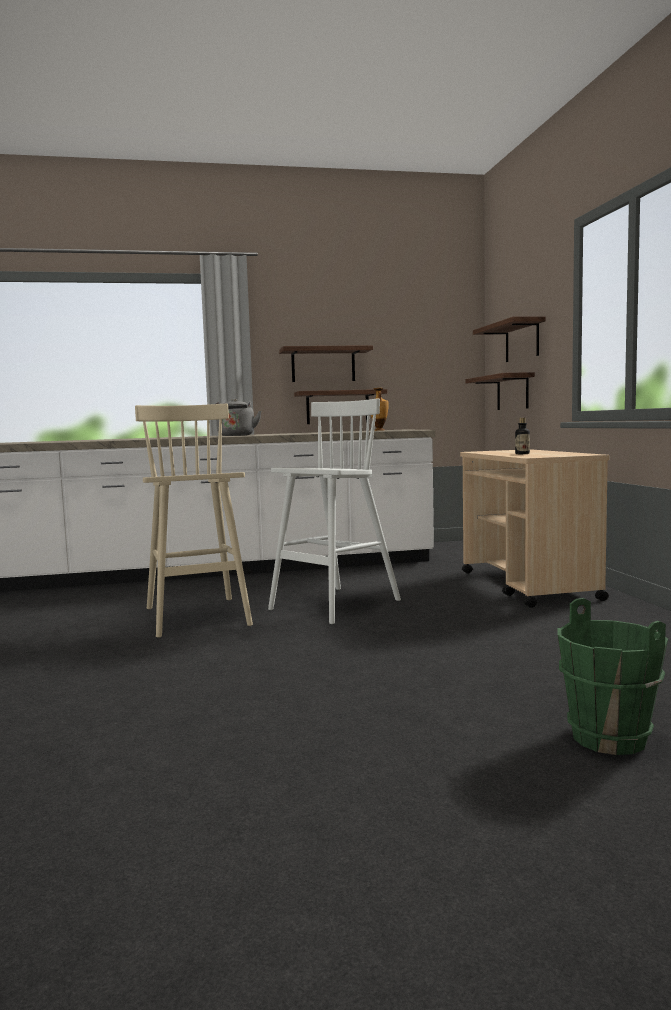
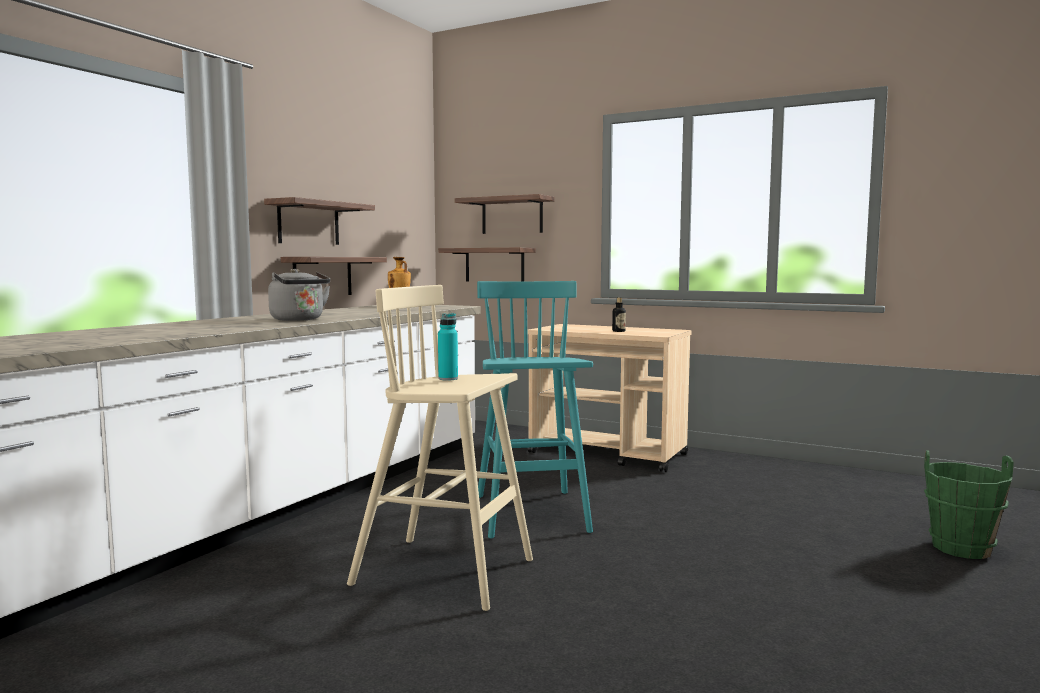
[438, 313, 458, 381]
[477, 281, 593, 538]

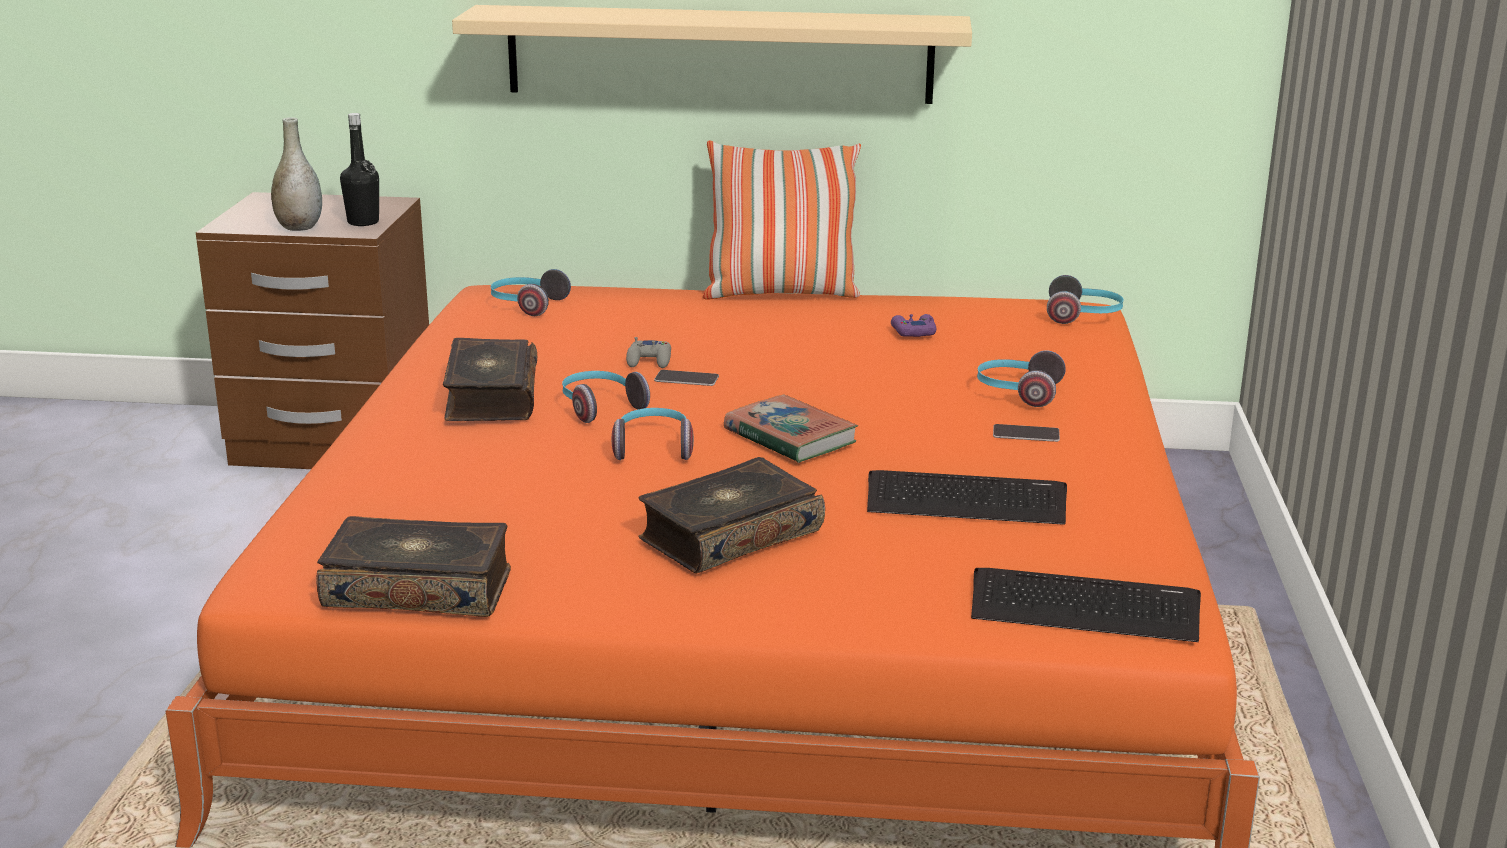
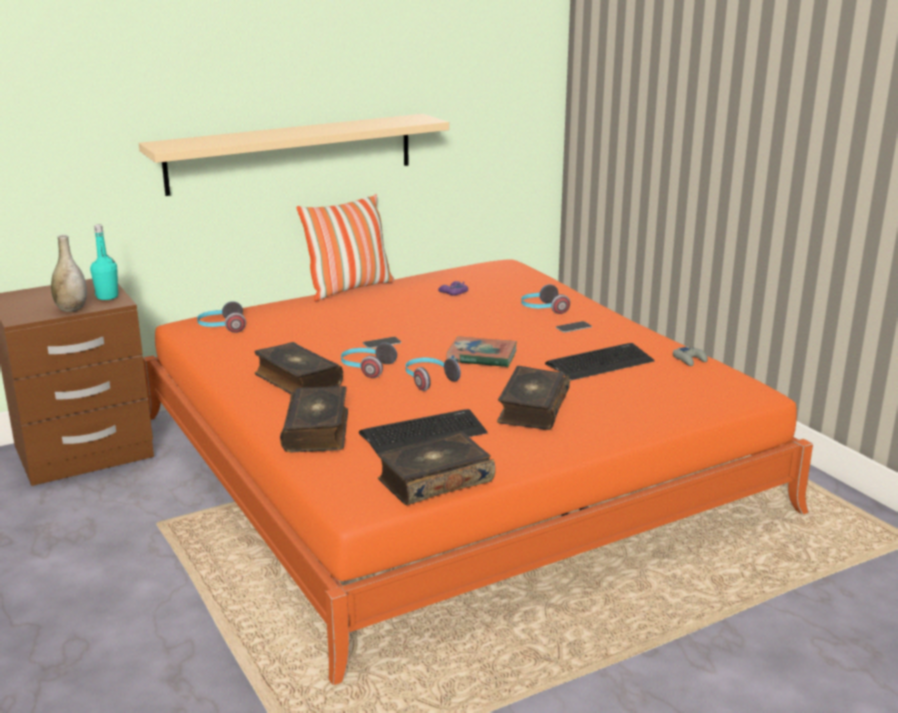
[90, 225, 118, 300]
[280, 386, 348, 452]
[359, 409, 488, 454]
[673, 346, 708, 366]
[1047, 275, 1124, 324] (first image)

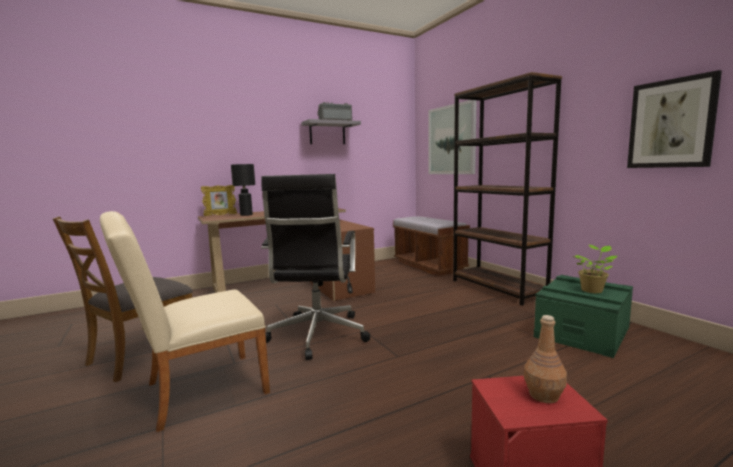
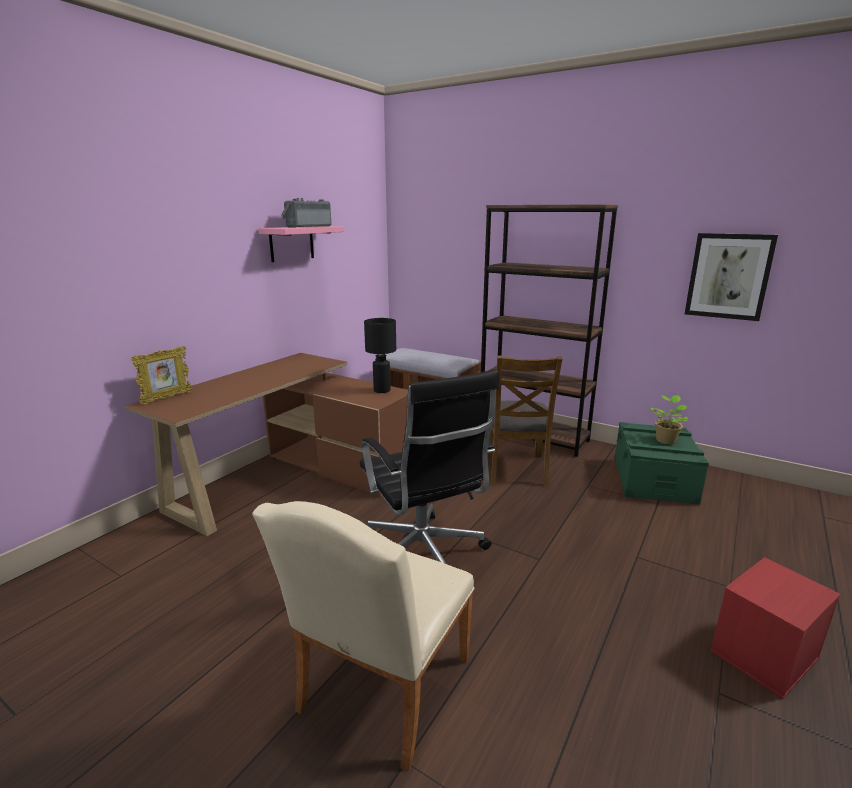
[258, 226, 344, 262]
[364, 318, 396, 393]
[487, 355, 562, 487]
[428, 100, 477, 174] (first image)
[524, 315, 567, 403] (first image)

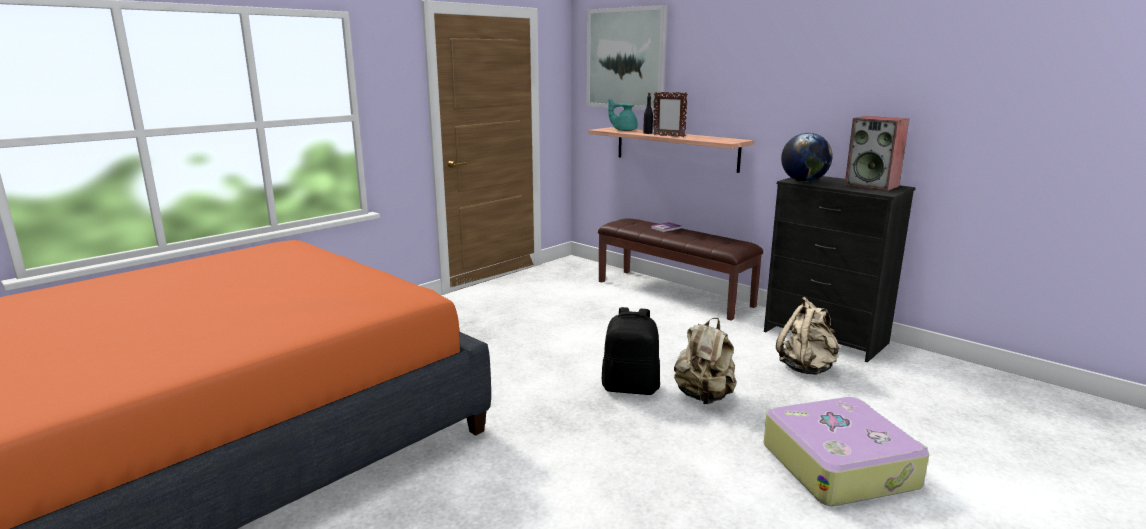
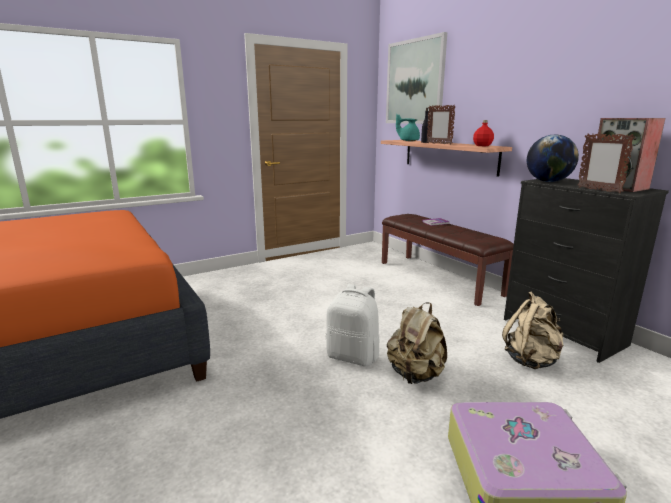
[326, 284, 379, 366]
[473, 120, 494, 146]
[578, 133, 635, 193]

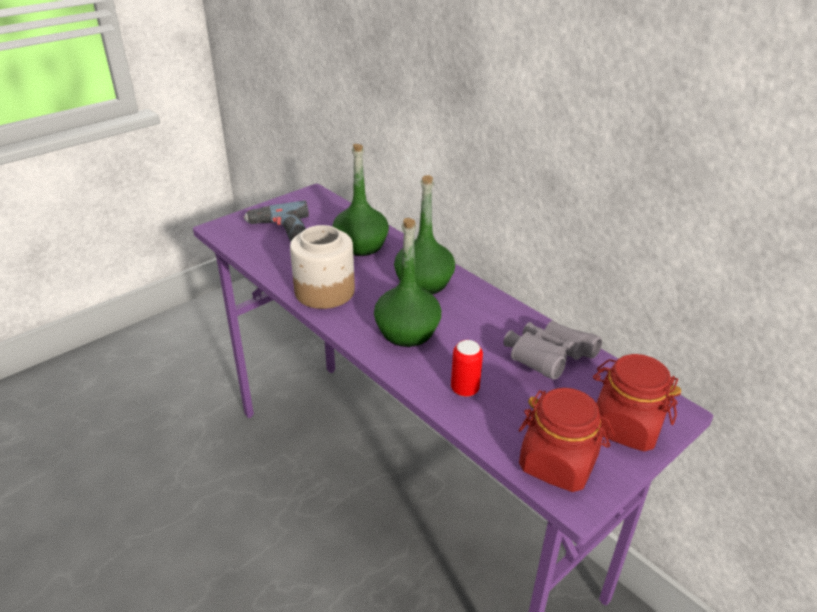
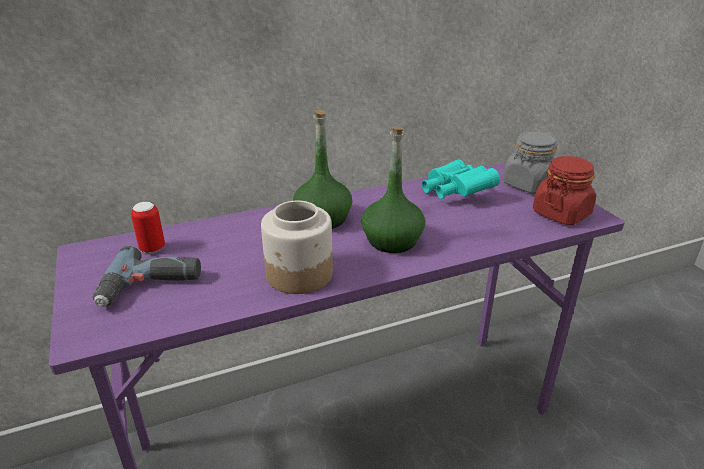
[131, 202, 165, 253]
[422, 160, 500, 199]
[503, 132, 557, 193]
[332, 144, 389, 256] (first image)

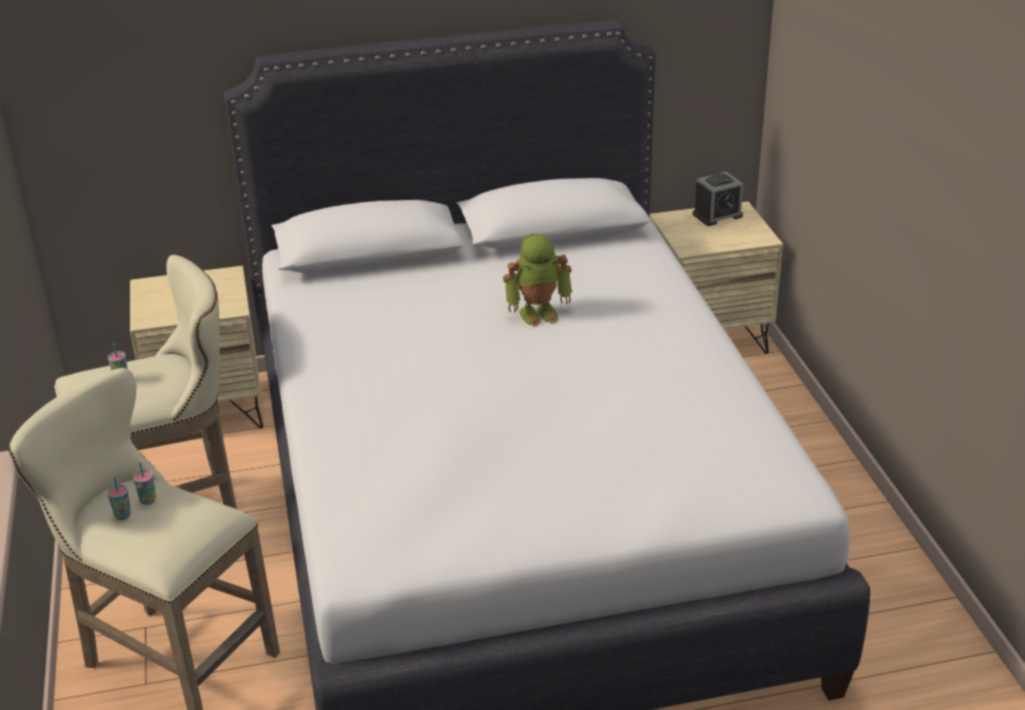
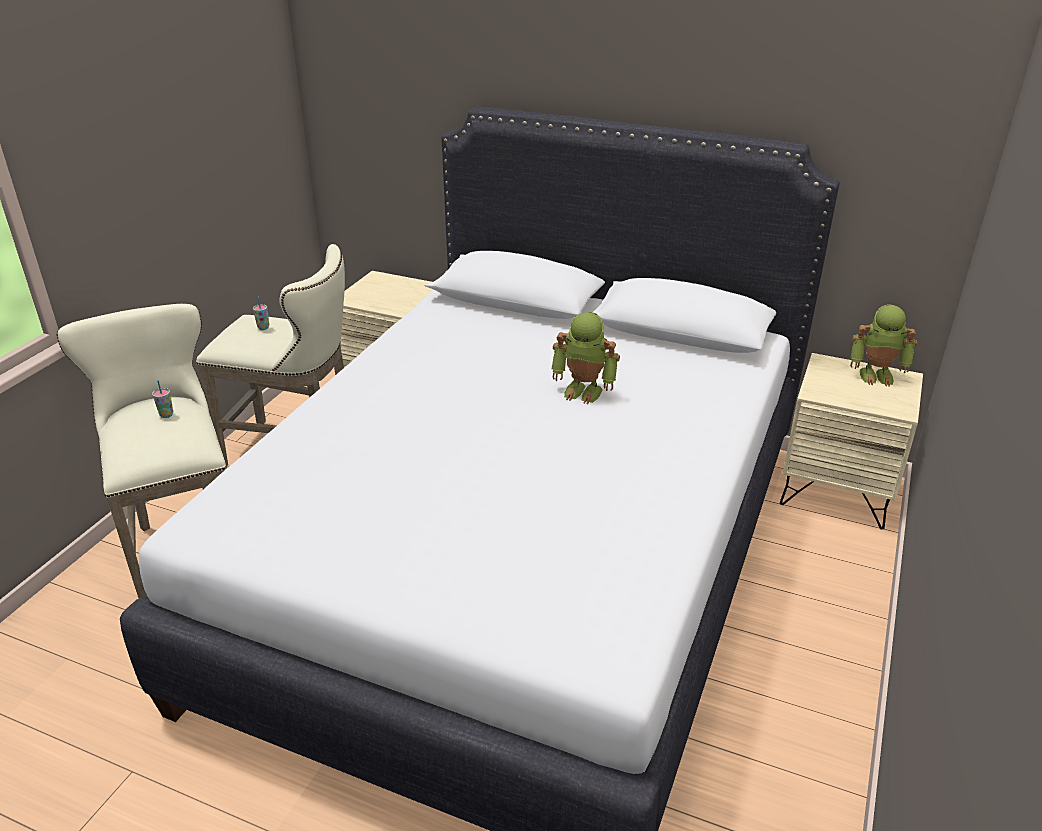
[850, 304, 917, 387]
[107, 477, 131, 520] (first image)

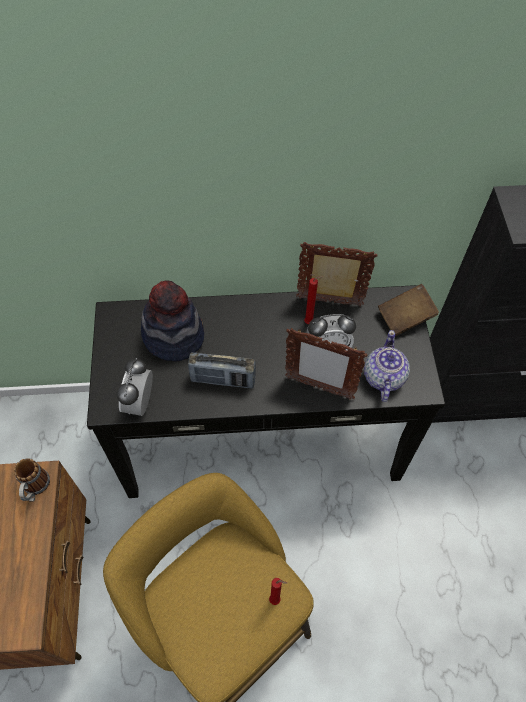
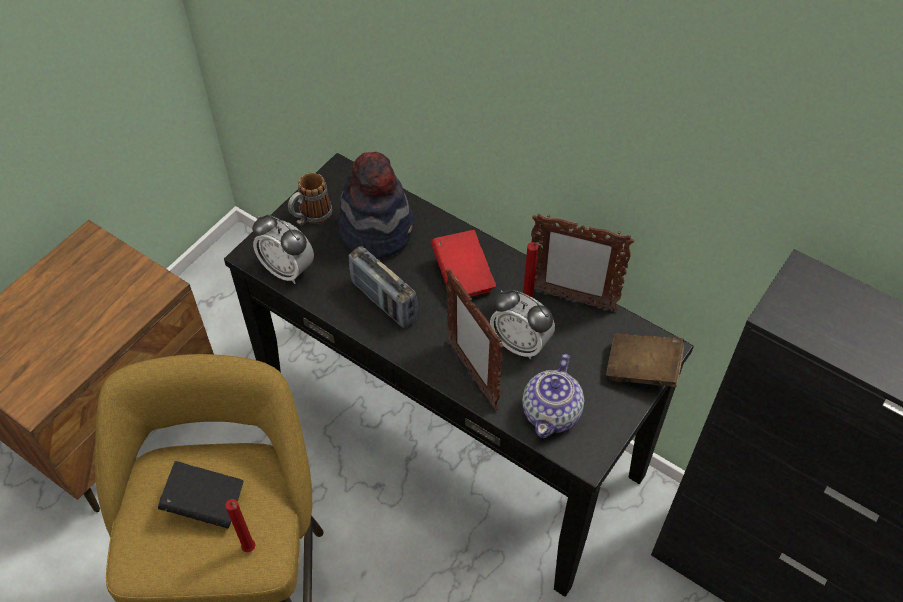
[158, 461, 244, 529]
[252, 215, 314, 284]
[288, 172, 332, 226]
[430, 230, 496, 297]
[522, 354, 584, 438]
[531, 214, 634, 311]

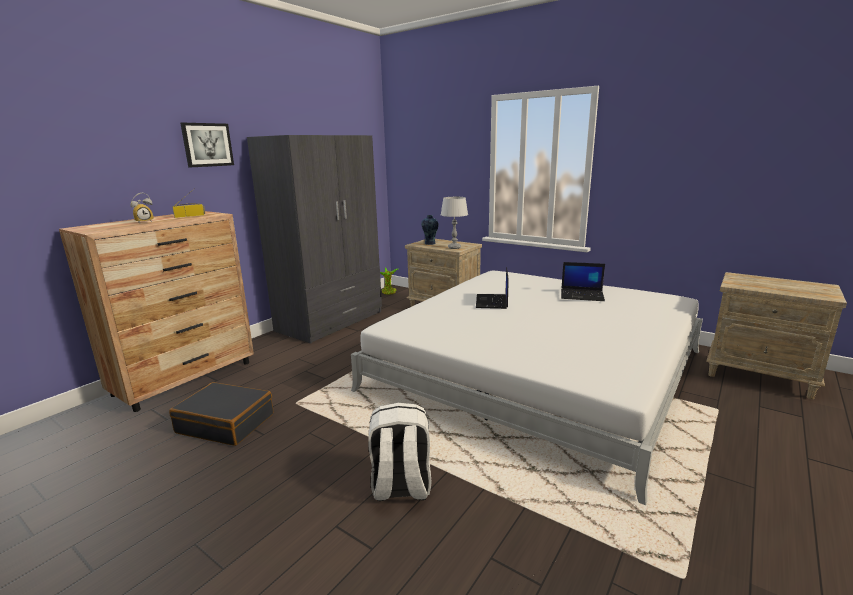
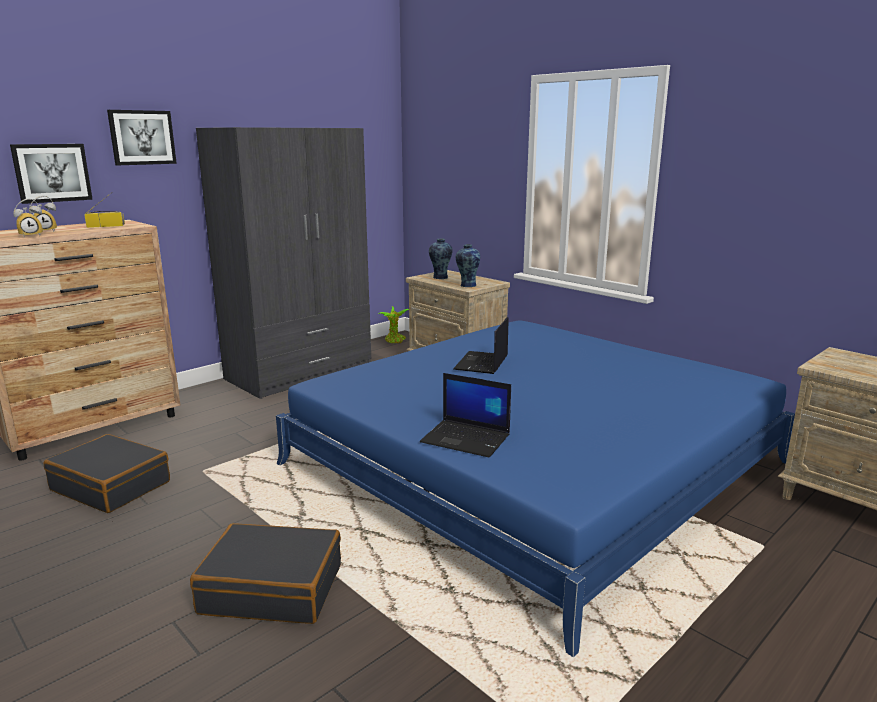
[10, 144, 93, 204]
[13, 198, 43, 238]
[190, 523, 341, 624]
[276, 320, 795, 657]
[420, 373, 511, 457]
[456, 244, 480, 287]

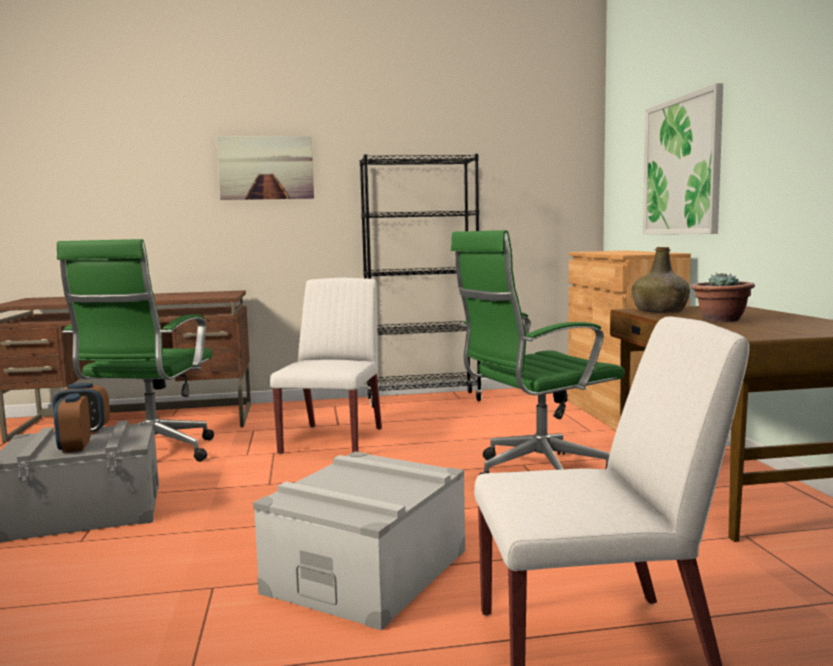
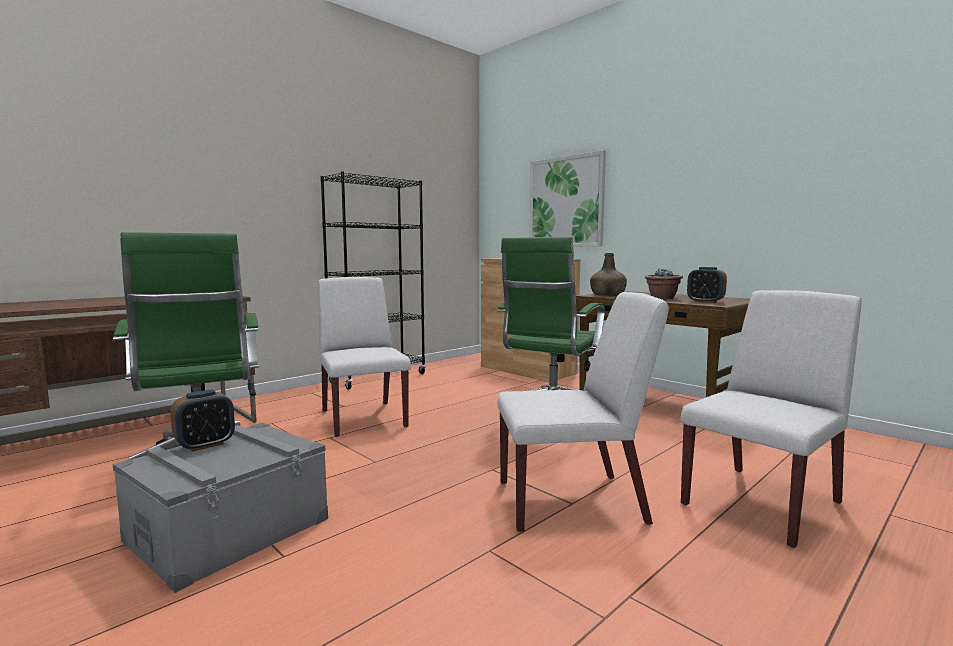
[497, 292, 669, 533]
[687, 267, 727, 303]
[217, 136, 314, 200] (first image)

